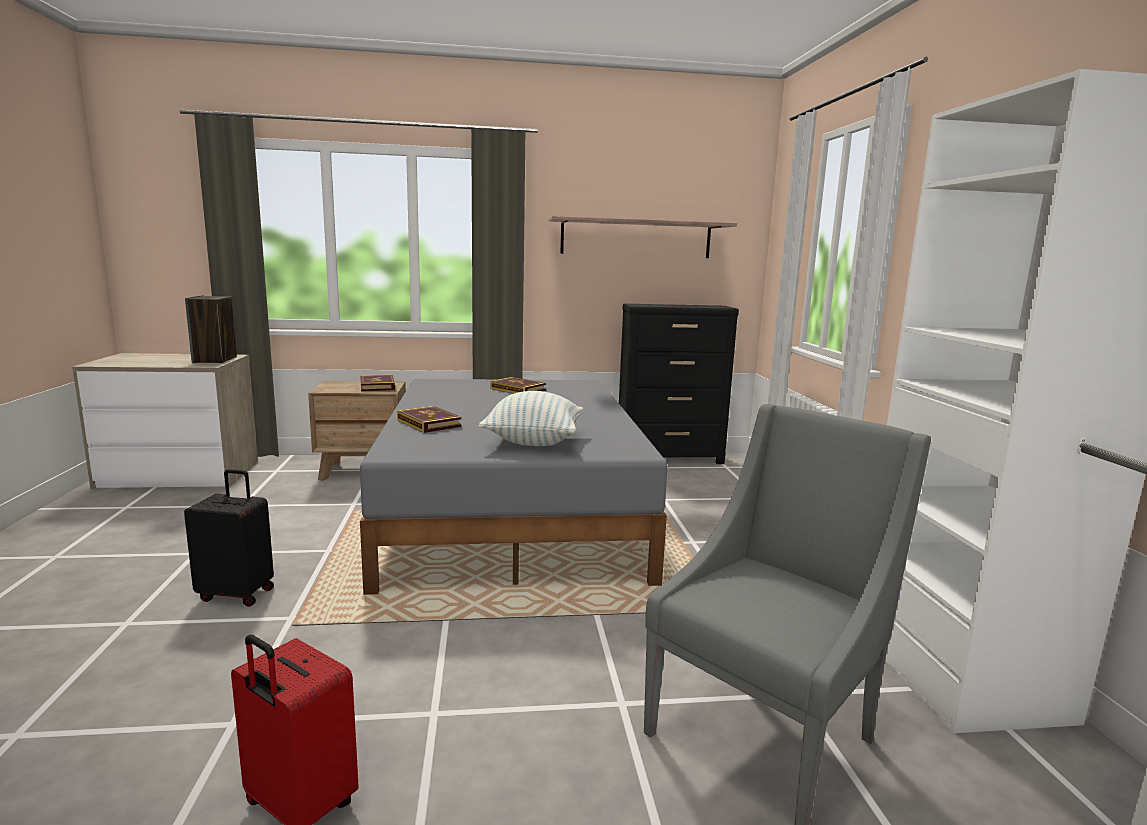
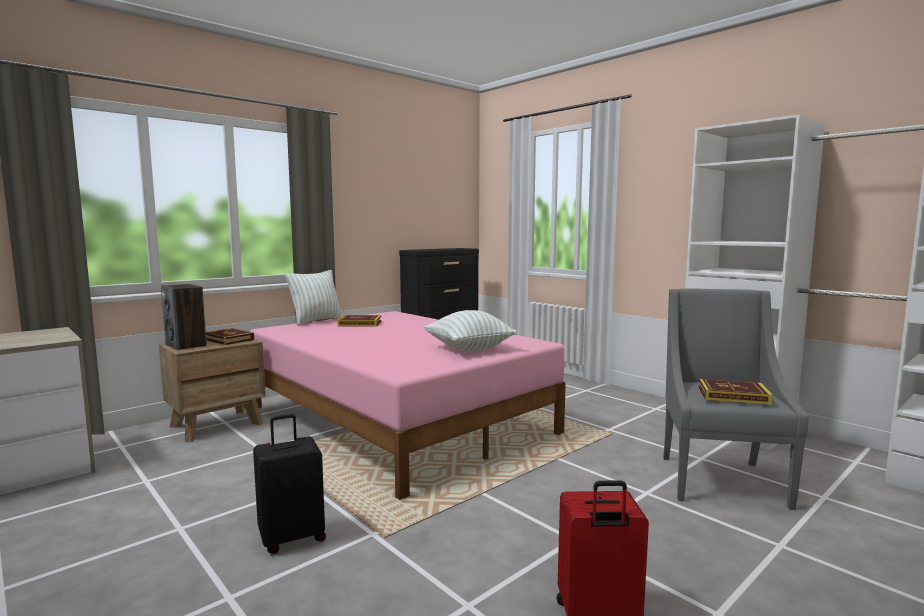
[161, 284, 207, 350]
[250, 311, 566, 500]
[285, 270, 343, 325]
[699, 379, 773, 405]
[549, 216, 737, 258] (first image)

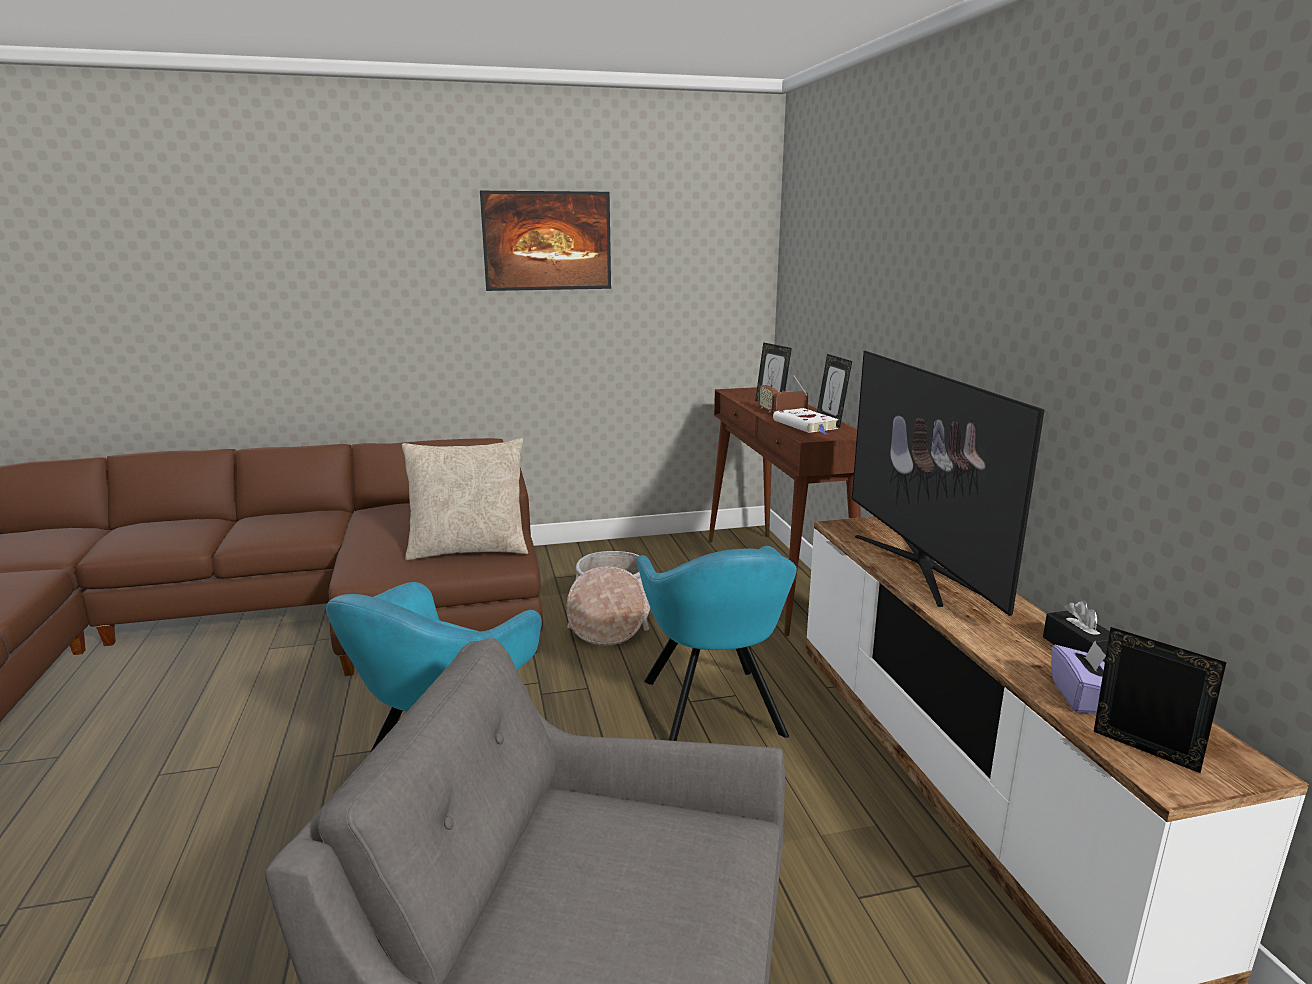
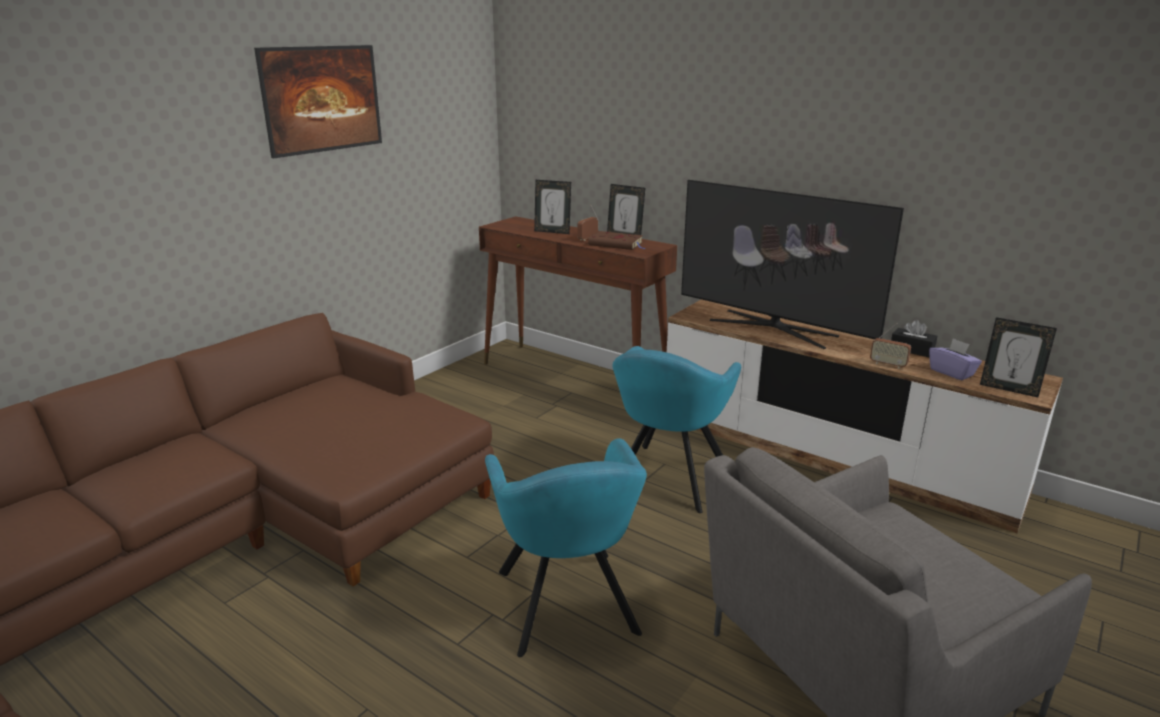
[588, 231, 645, 250]
[612, 346, 741, 513]
[870, 323, 911, 369]
[980, 317, 1057, 397]
[402, 438, 528, 560] (first image)
[567, 551, 650, 646] (first image)

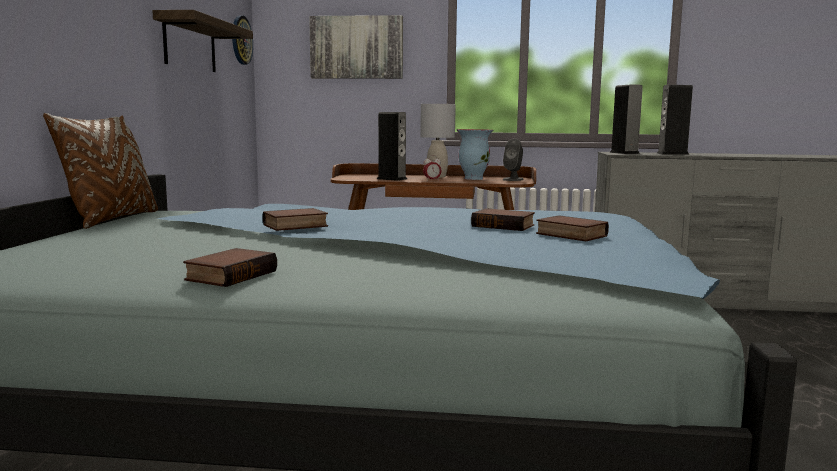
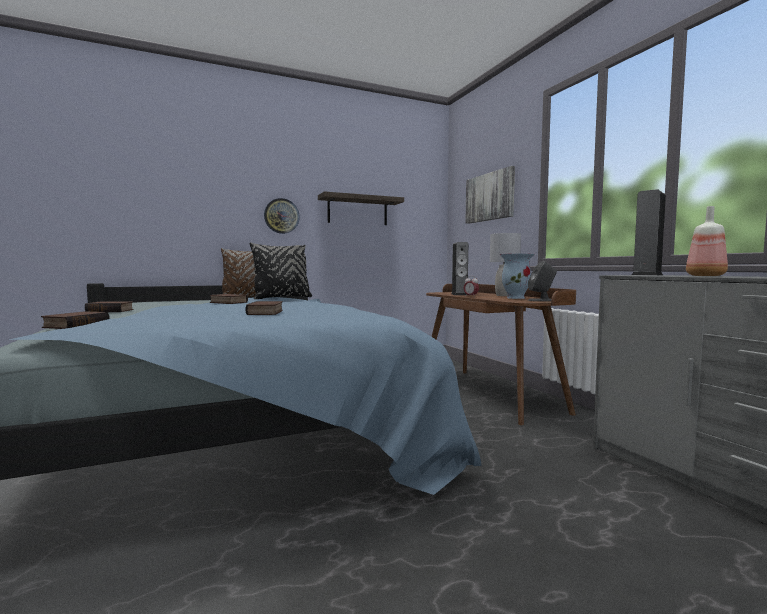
[41, 311, 110, 329]
[250, 242, 312, 299]
[264, 198, 300, 234]
[686, 206, 728, 276]

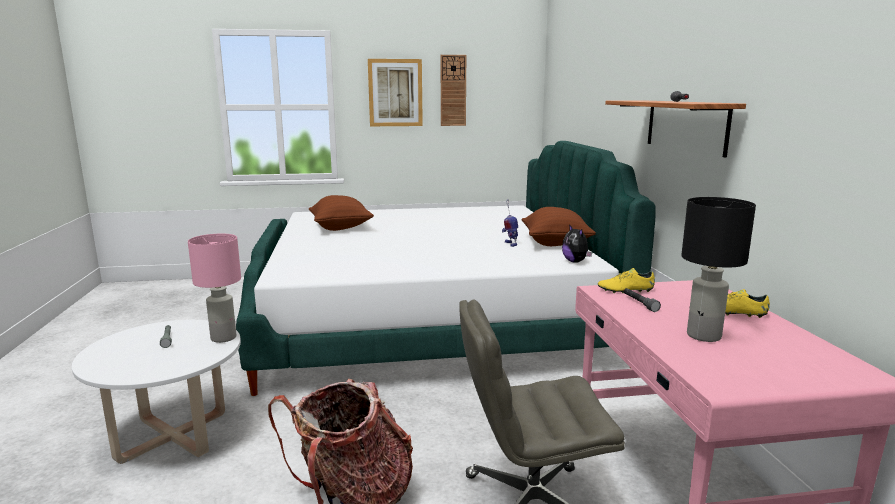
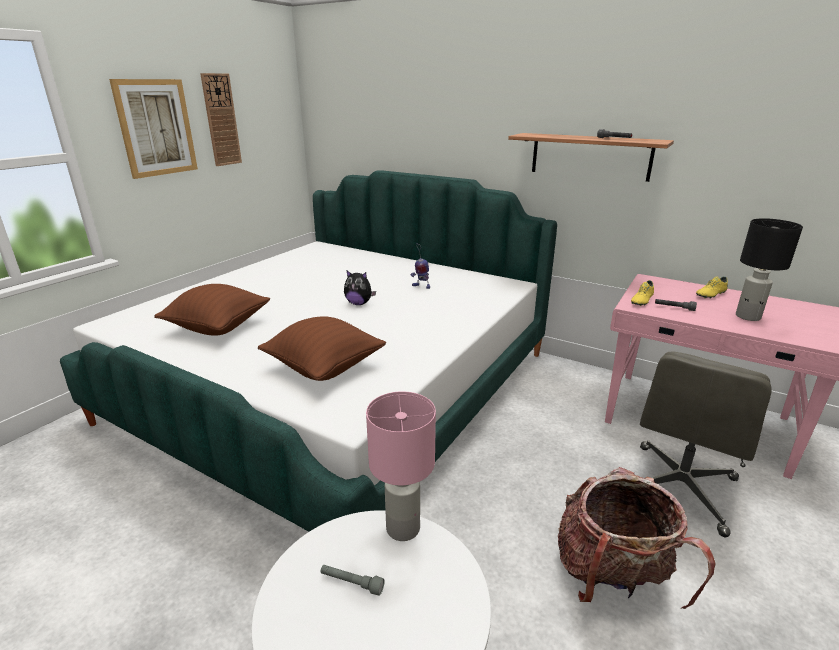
[258, 316, 386, 381]
[344, 270, 376, 305]

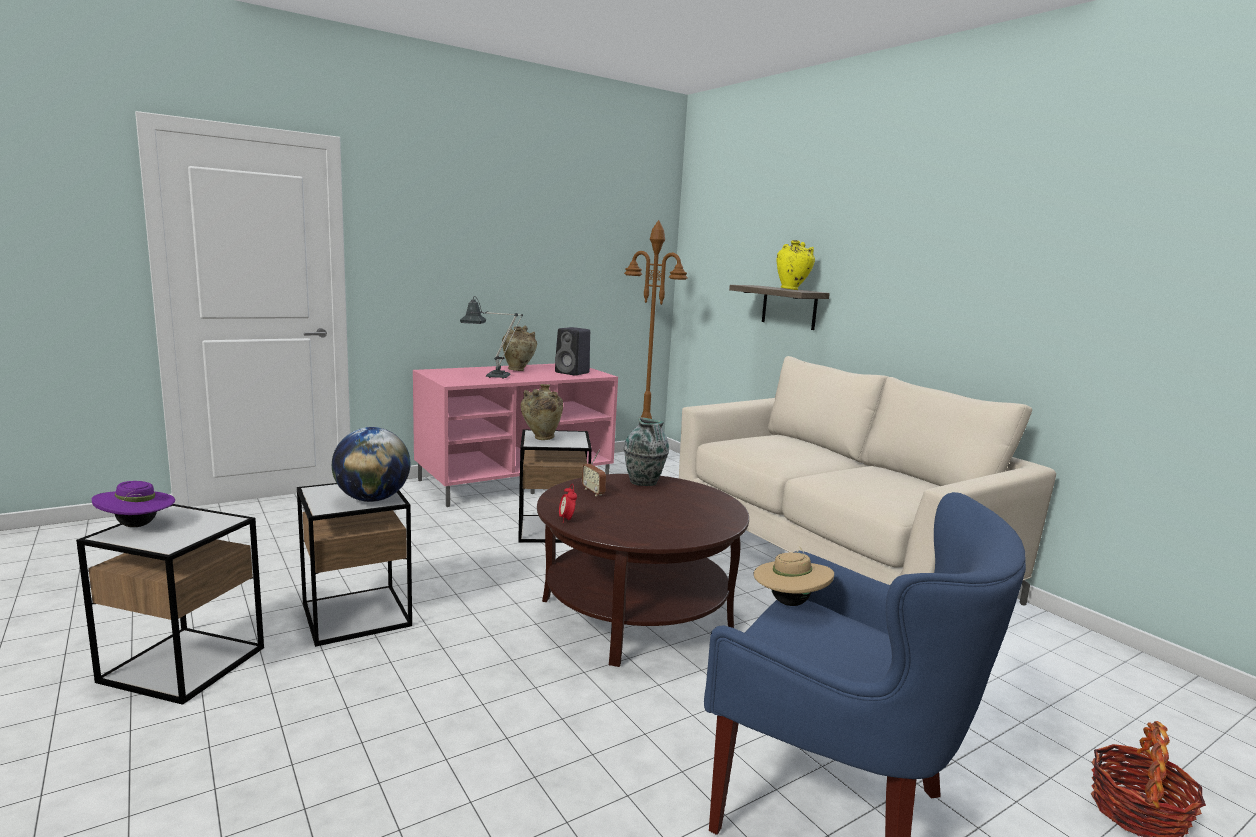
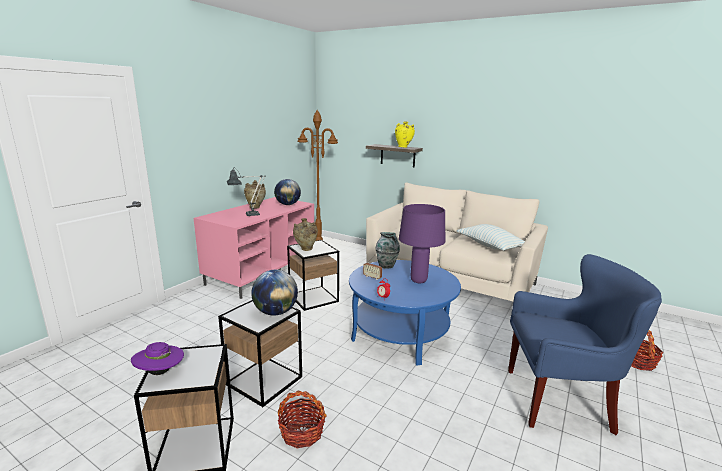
[274, 179, 301, 205]
[278, 391, 327, 448]
[349, 260, 461, 366]
[399, 204, 445, 283]
[456, 224, 525, 251]
[753, 547, 834, 606] (first image)

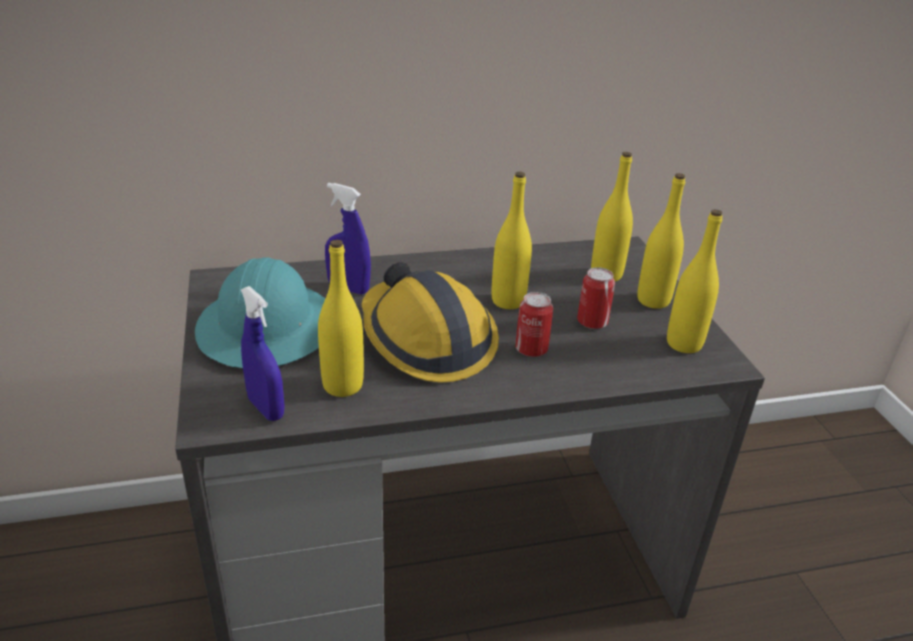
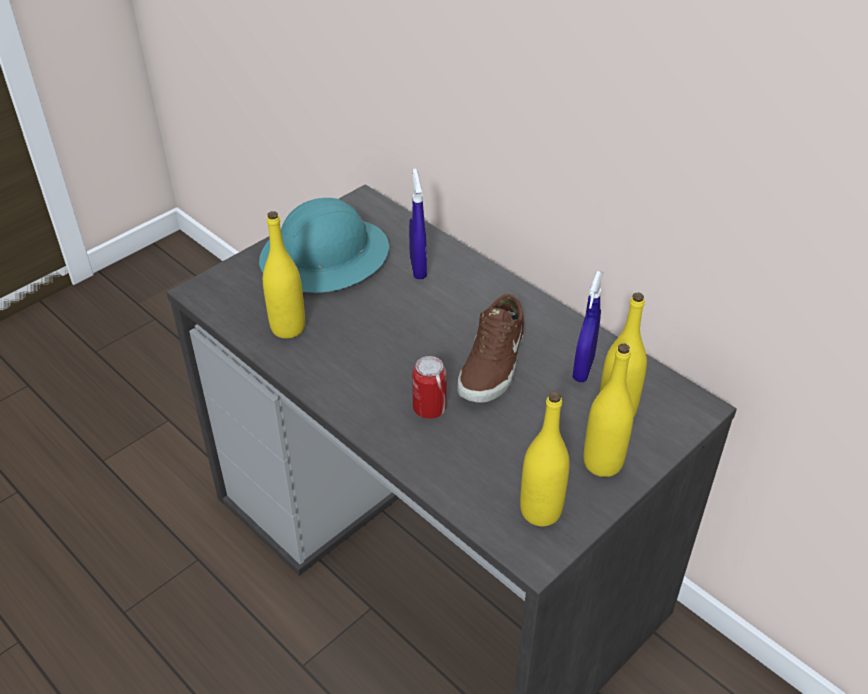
[457, 294, 524, 403]
[573, 271, 603, 382]
[362, 262, 499, 383] (first image)
[577, 267, 615, 329] (first image)

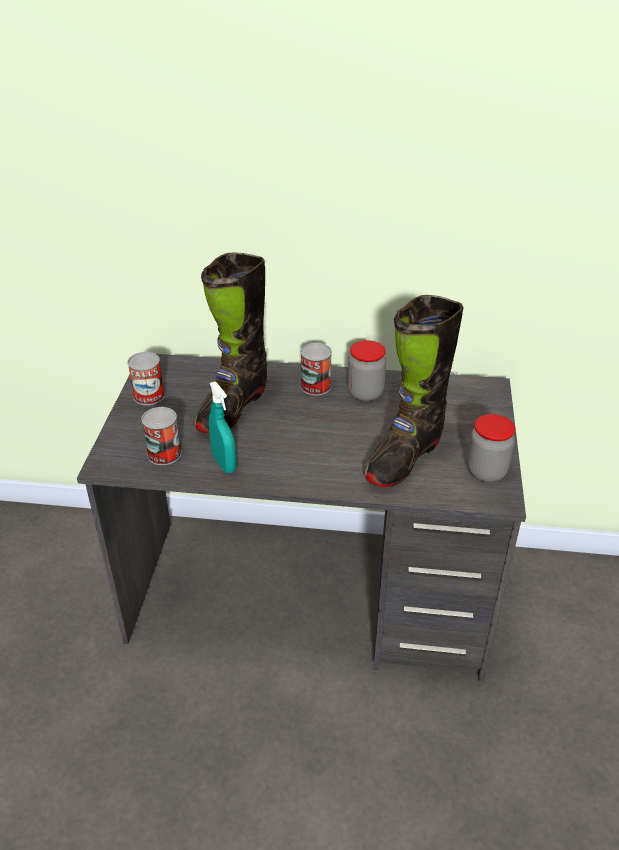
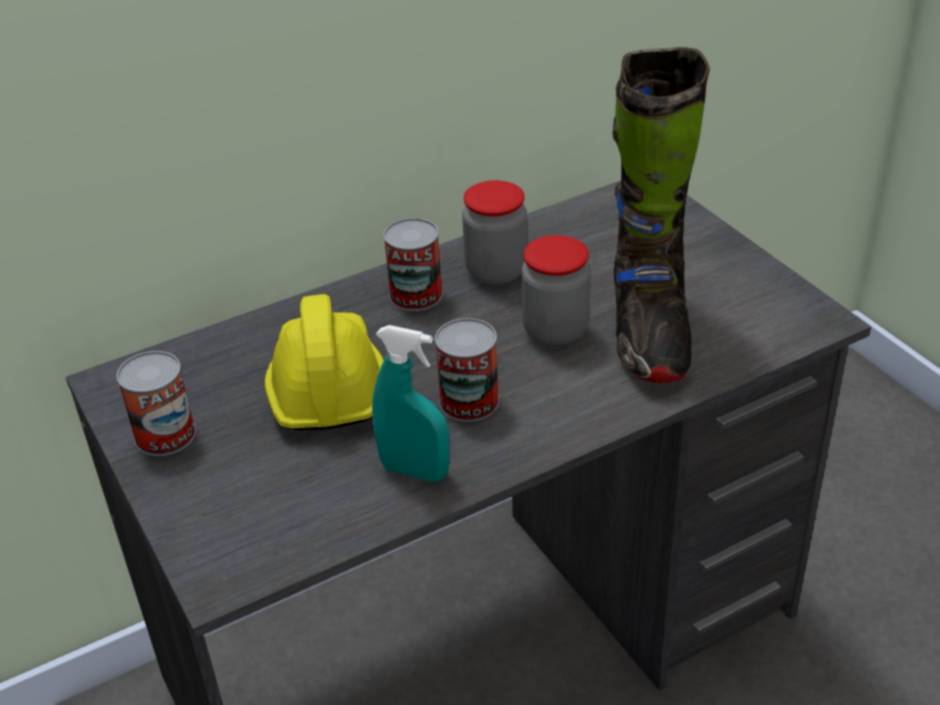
[265, 294, 384, 430]
[435, 318, 499, 422]
[521, 235, 591, 346]

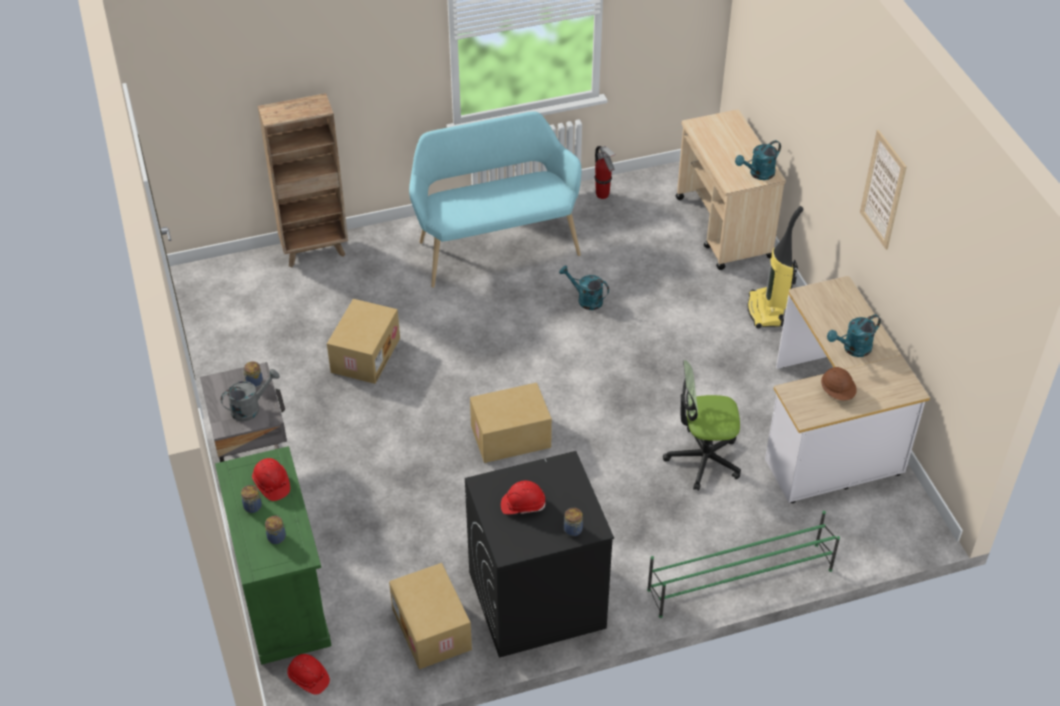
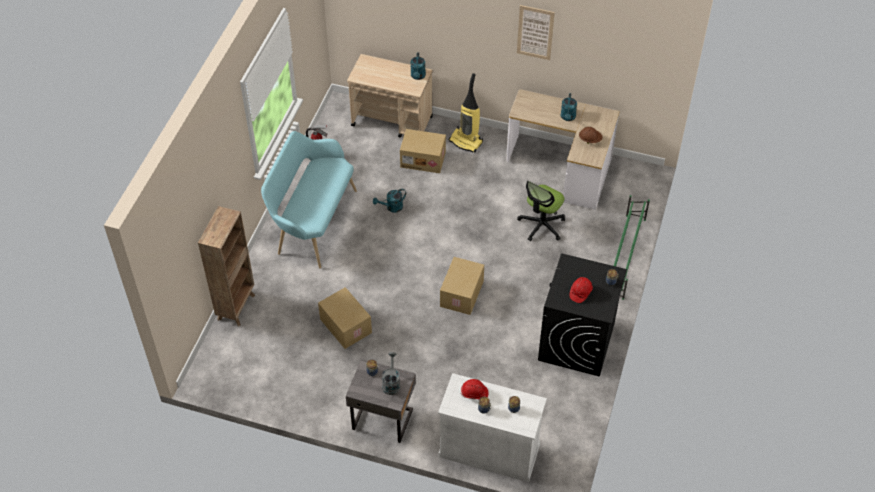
[400, 129, 446, 173]
[438, 373, 547, 482]
[287, 654, 330, 695] (first image)

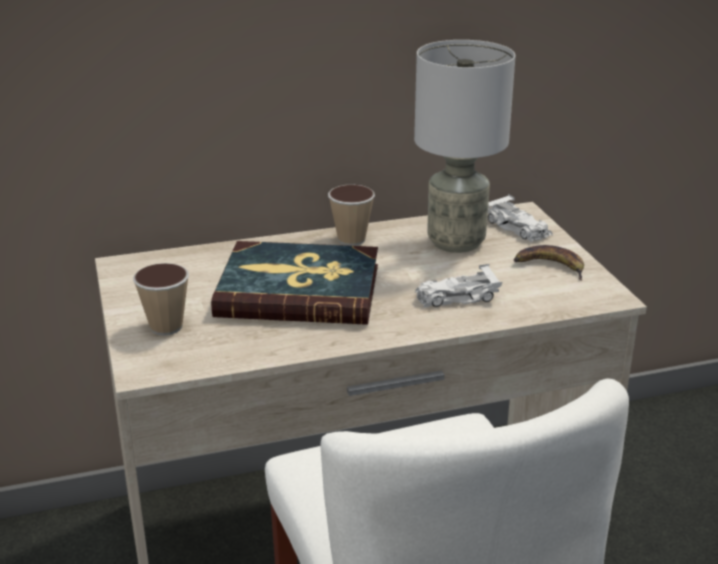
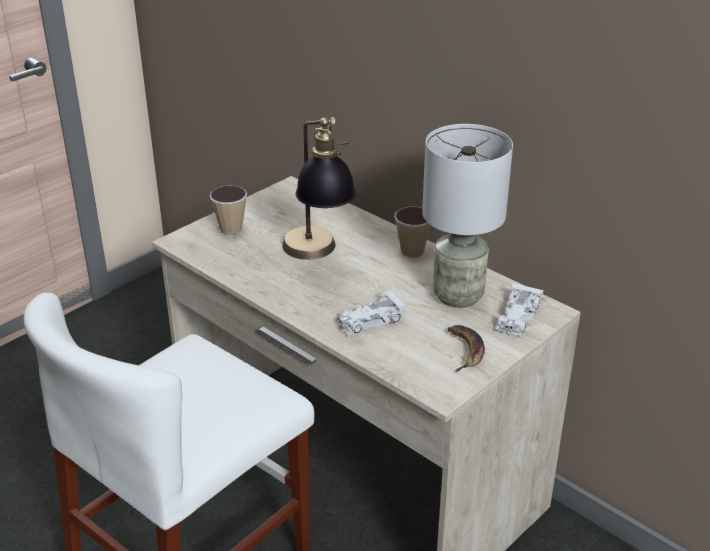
[282, 117, 356, 260]
[336, 288, 407, 336]

